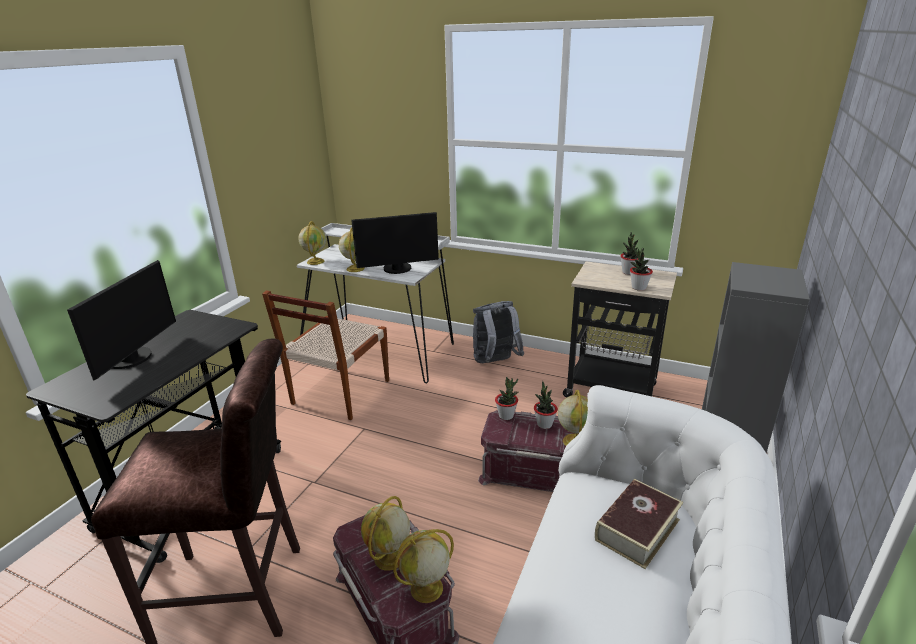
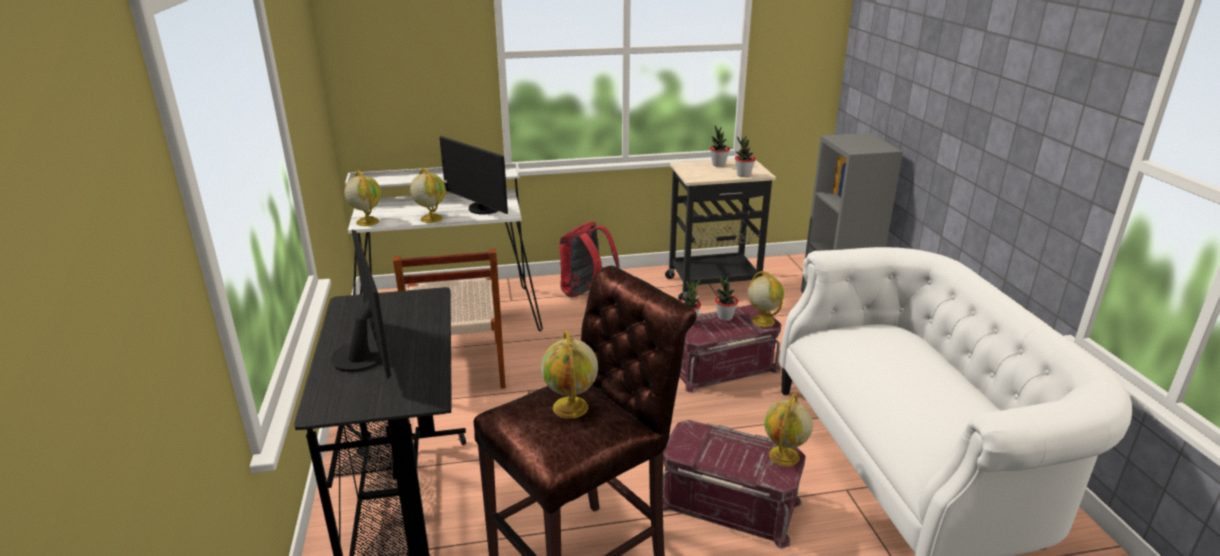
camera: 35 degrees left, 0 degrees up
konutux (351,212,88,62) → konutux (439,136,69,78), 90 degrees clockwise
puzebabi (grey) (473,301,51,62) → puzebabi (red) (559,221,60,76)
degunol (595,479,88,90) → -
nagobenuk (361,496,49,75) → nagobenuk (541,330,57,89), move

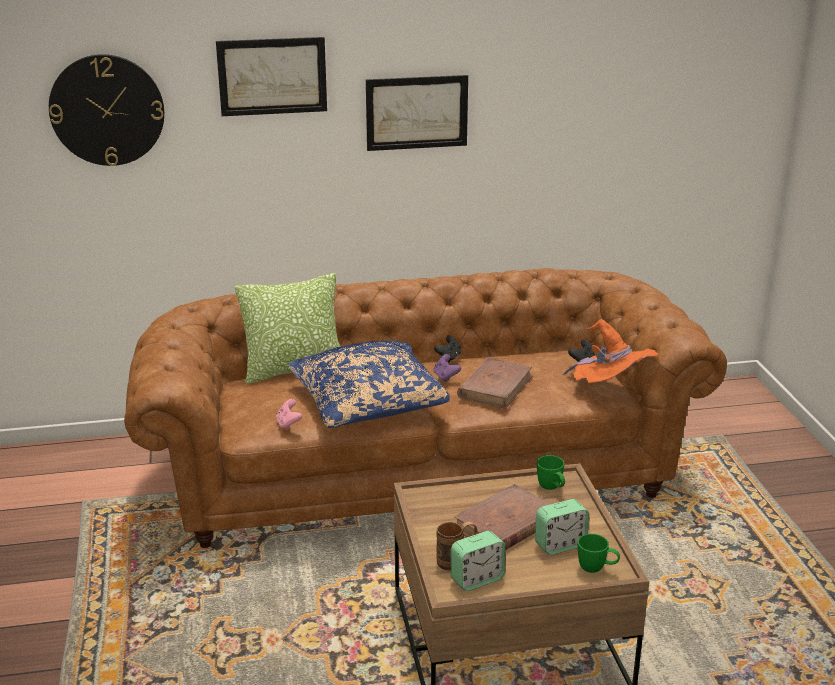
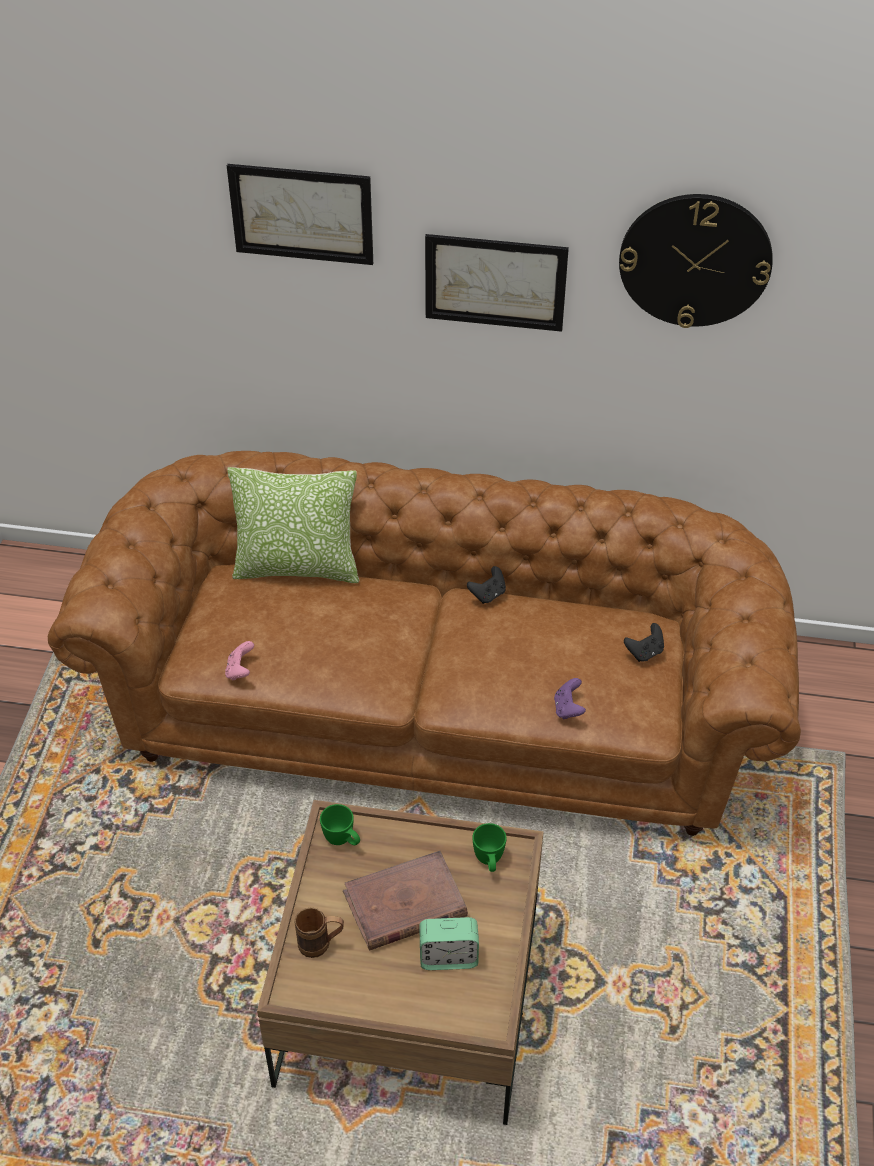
camera: 20 degrees right, 20 degrees up
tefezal (49,54,115,112) → tefezal (619,194,154,134), move
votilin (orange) (562,319,97,64) → -
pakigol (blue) (288,341,162,87) → -
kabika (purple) (433,354,28,28) → kabika (purple) (554,678,32,42), move
degunol (brown) (457,358,76,51) → -
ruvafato (451,531,55,60) → -
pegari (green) (578,534,42,39) → pegari (green) (320,804,40,41), move

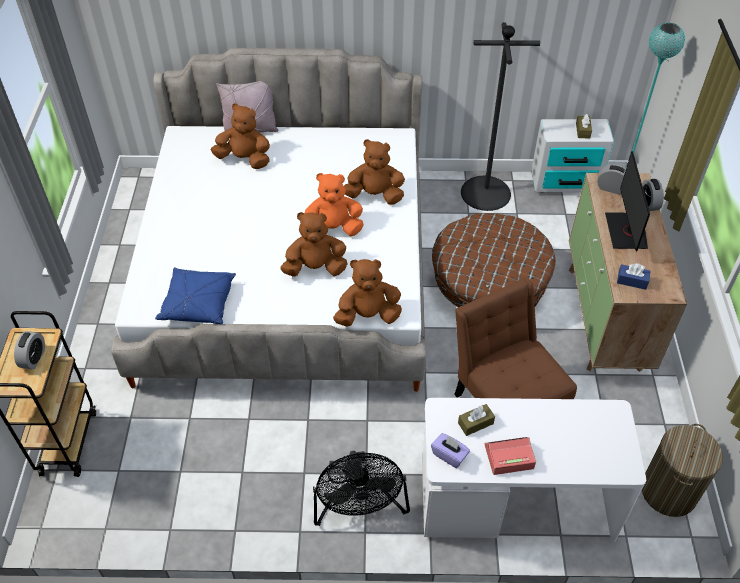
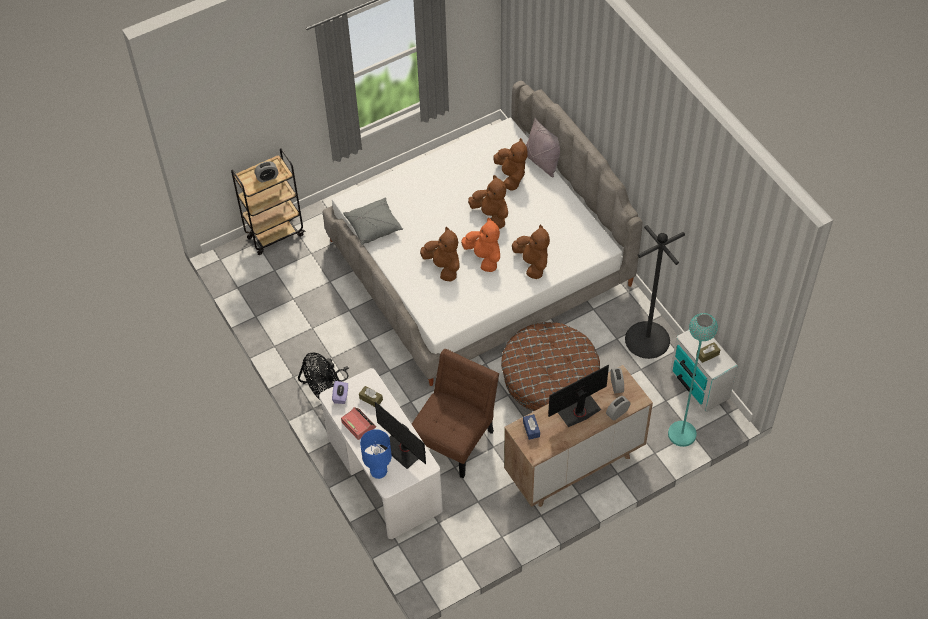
camera: 60 degrees right, 5 degrees up
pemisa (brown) (333,259,69,68) → pemisa (brown) (468,175,40,54), move
pakigol (blue) (155,267,81,57) → pakigol (grey) (343,197,60,48)
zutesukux (642,424,81,93) → -
- → konutux (375,402,51,67)
- → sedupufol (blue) (360,429,32,50)

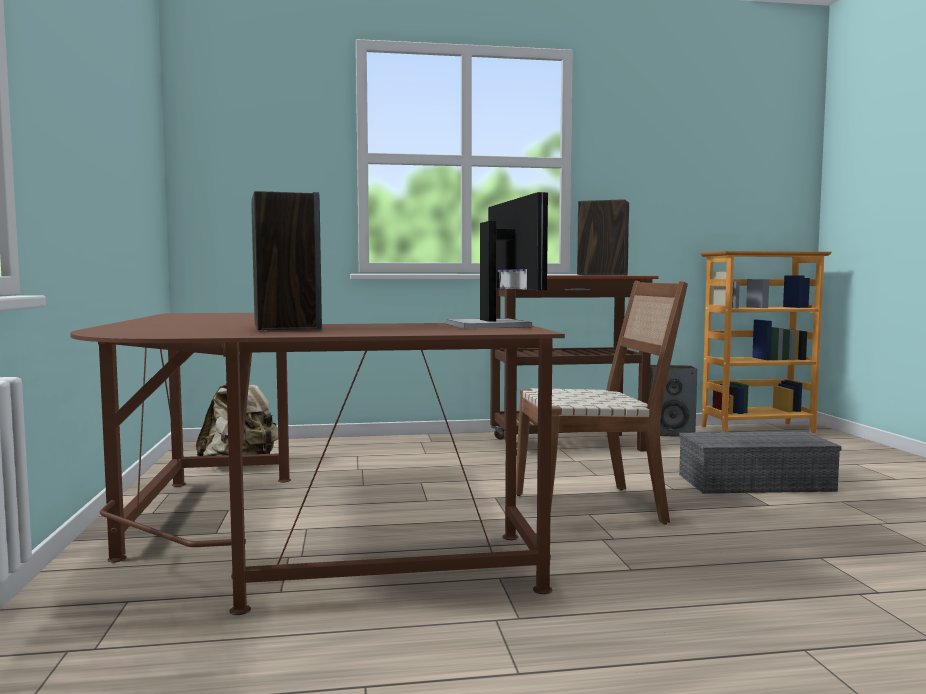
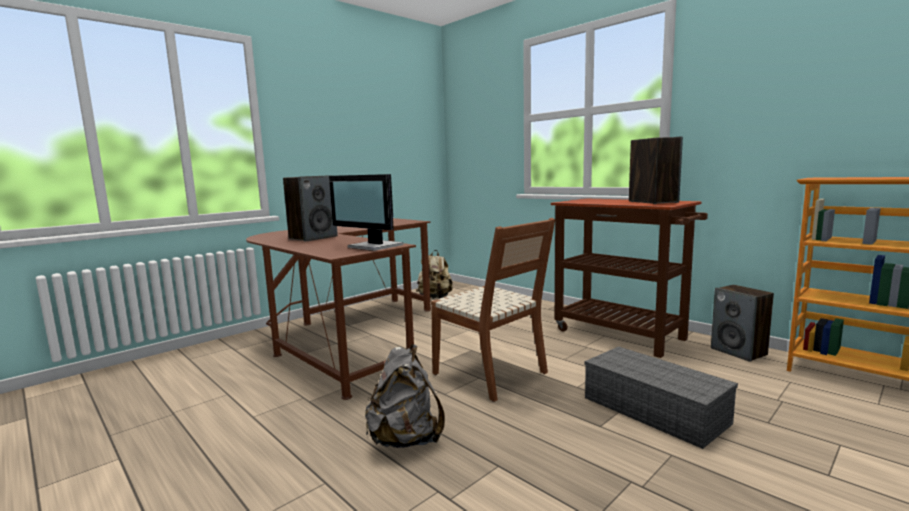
camera: 55 degrees right, 5 degrees up
konutux (446,192,102,136) → konutux (329,174,74,77), 90 degrees clockwise
- → puzebabi (grey) (365,344,80,104)

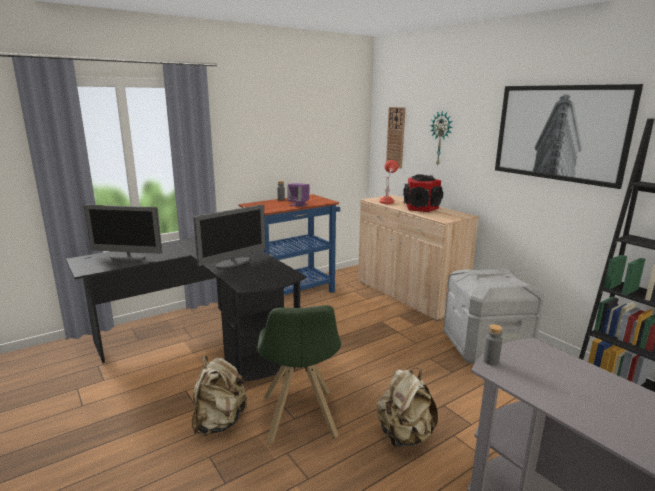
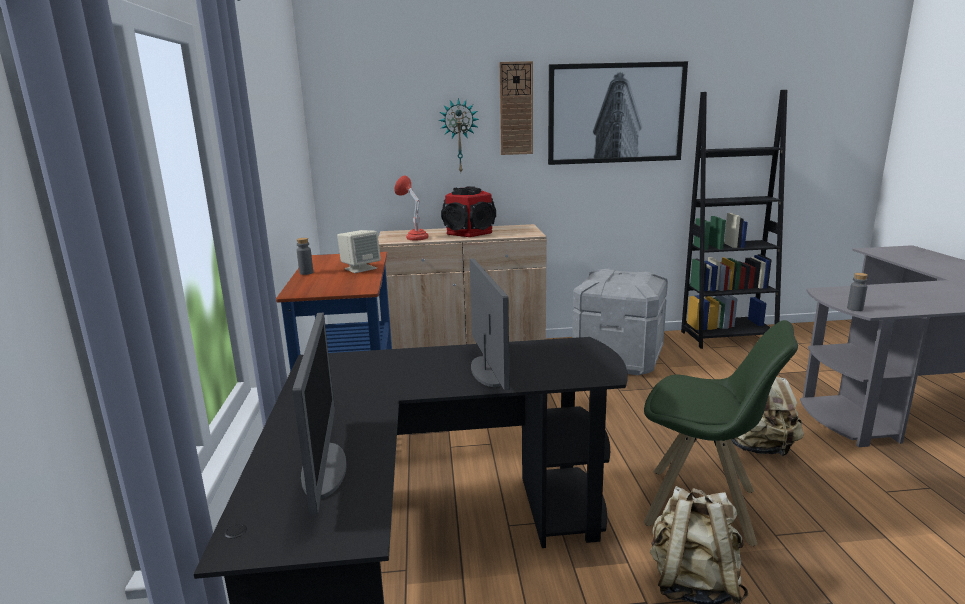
camera: 60 degrees left, 0 degrees up
tefezal (386,107,19,62) → tefezal (499,61,34,94), move
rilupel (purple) (287,183,23,24) → rilupel (beige) (337,230,44,43)
konutux (84,205,78,56) → konutux (293,313,54,202), 45 degrees counterclockwise

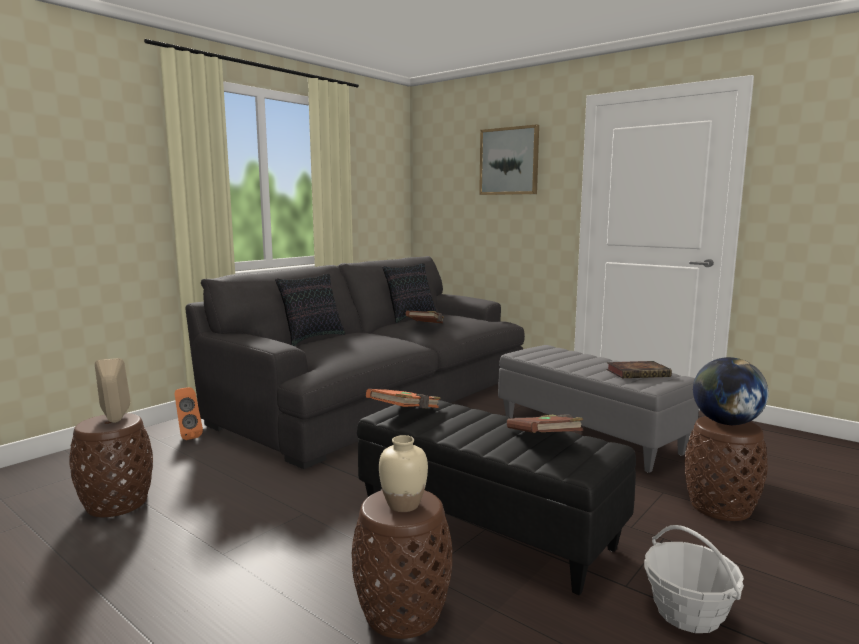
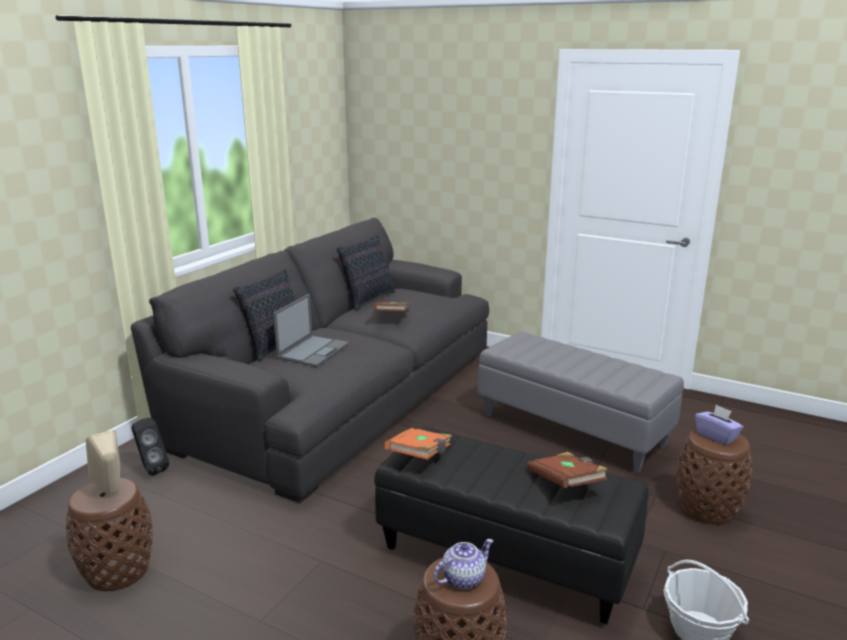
camera: 10 degrees left, 10 degrees up
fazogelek (479,124,60,71) → -
nagobenuk (693,357,76,68) → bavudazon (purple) (695,405,48,40)
degunol (606,361,66,17) → -
rilupel (orange) (175,387,28,53) → rilupel (black) (131,417,38,59)
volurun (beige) (379,435,49,77) → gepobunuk (434,539,59,50)
- → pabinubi (273,294,76,73)

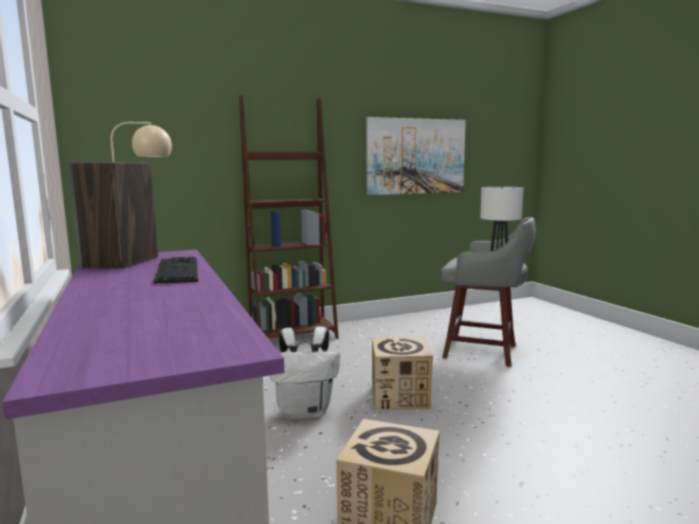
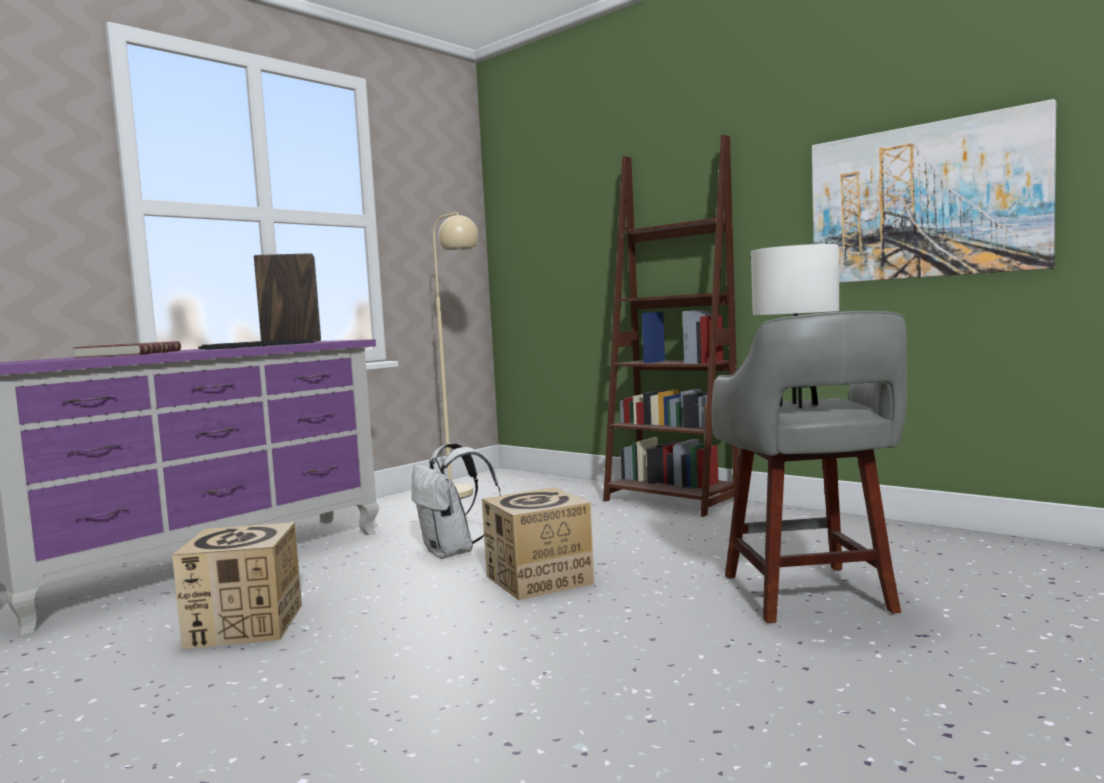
camera: 65 degrees right, 5 degrees down
- → degunol (red) (73,341,108,17)

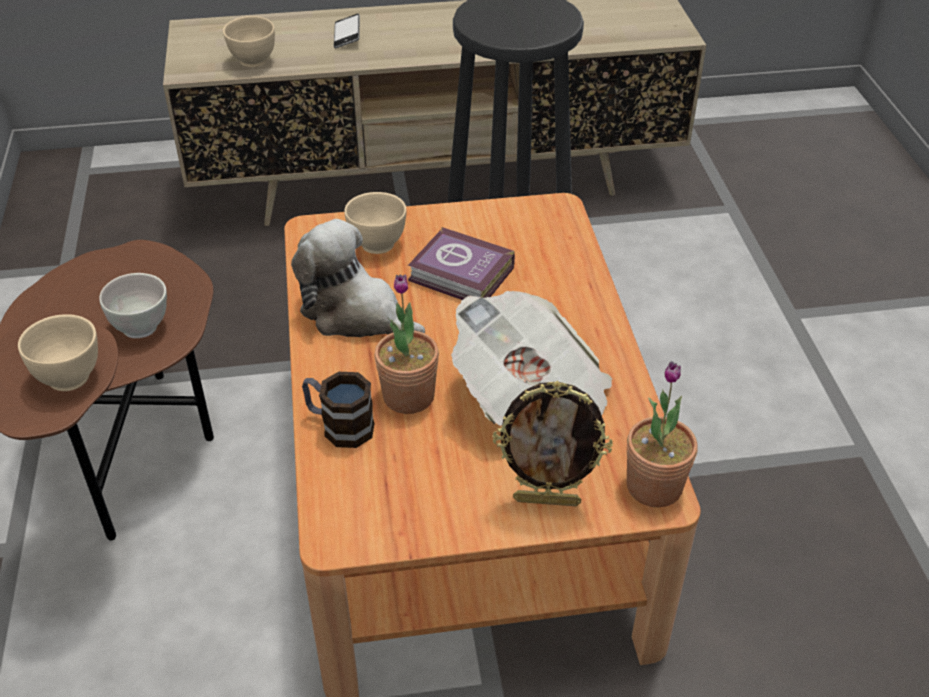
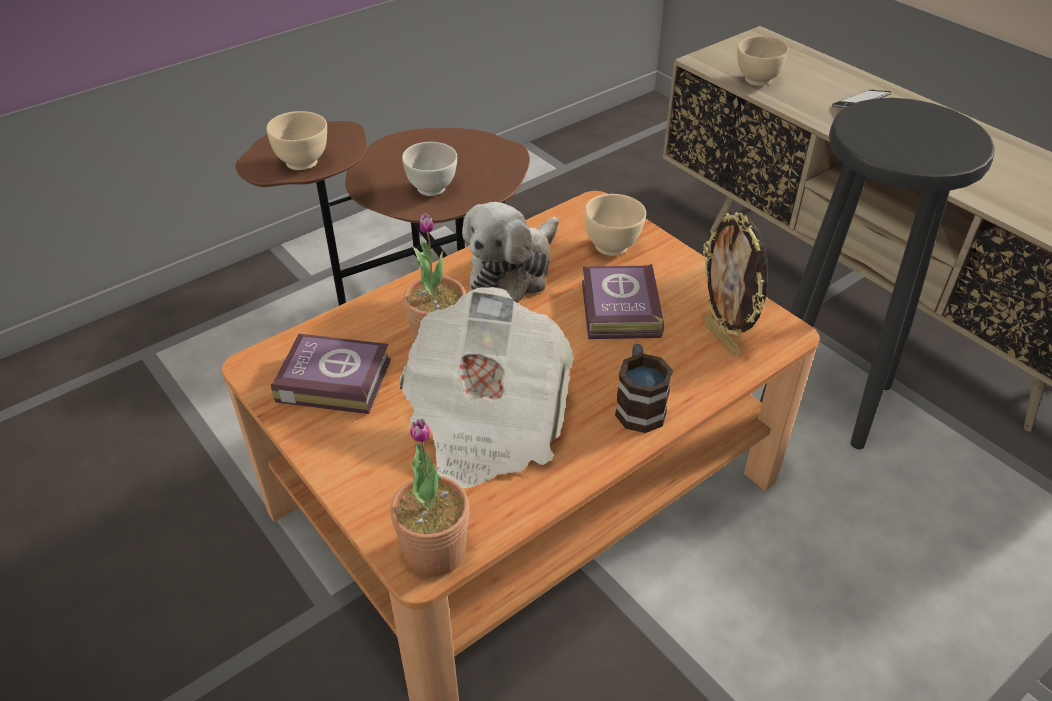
camera: 60 degrees right, 0 degrees up
pemisa (291,219,134,118) → pemisa (462,202,97,101), 150 degrees counterclockwise
pegari (302,372,72,76) → pegari (615,344,58,89), move
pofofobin (493,381,120,125) → pofofobin (703,212,65,144), move
- → degunol (271,334,120,80)

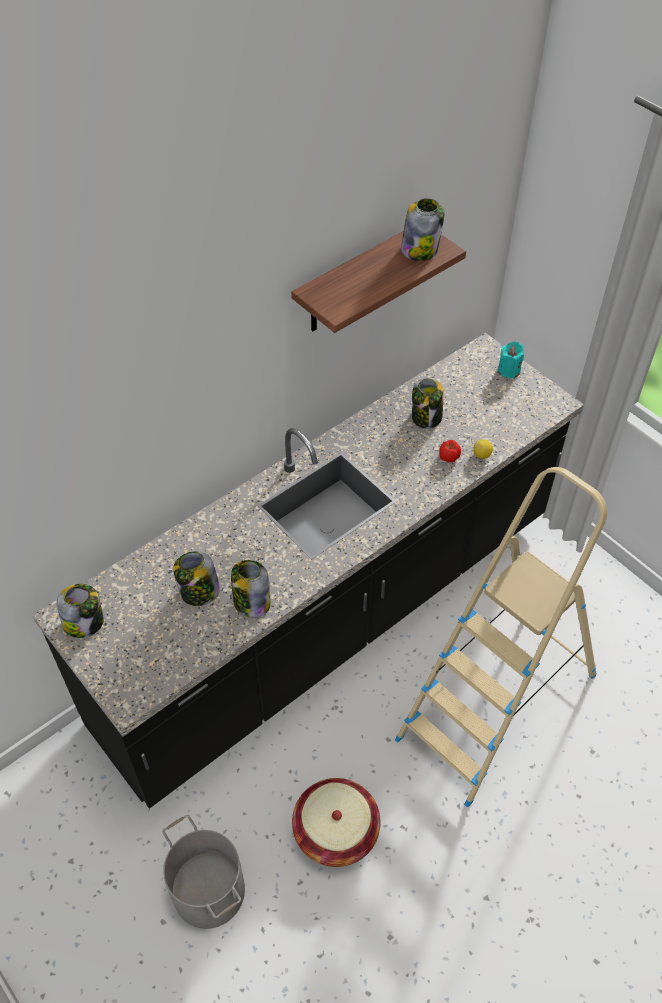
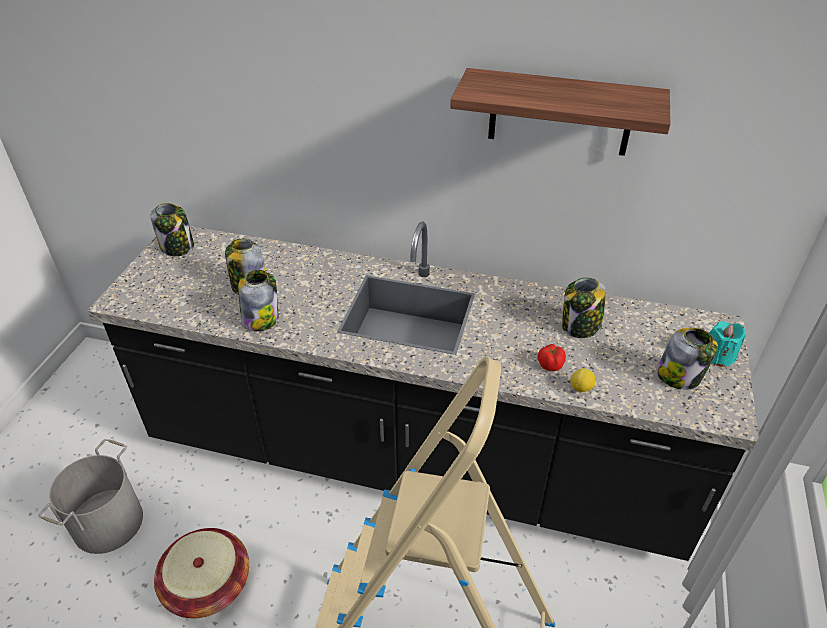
camera: 55 degrees right, 10 degrees down
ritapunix (401,198,44,63) → ritapunix (657,328,61,62), move

